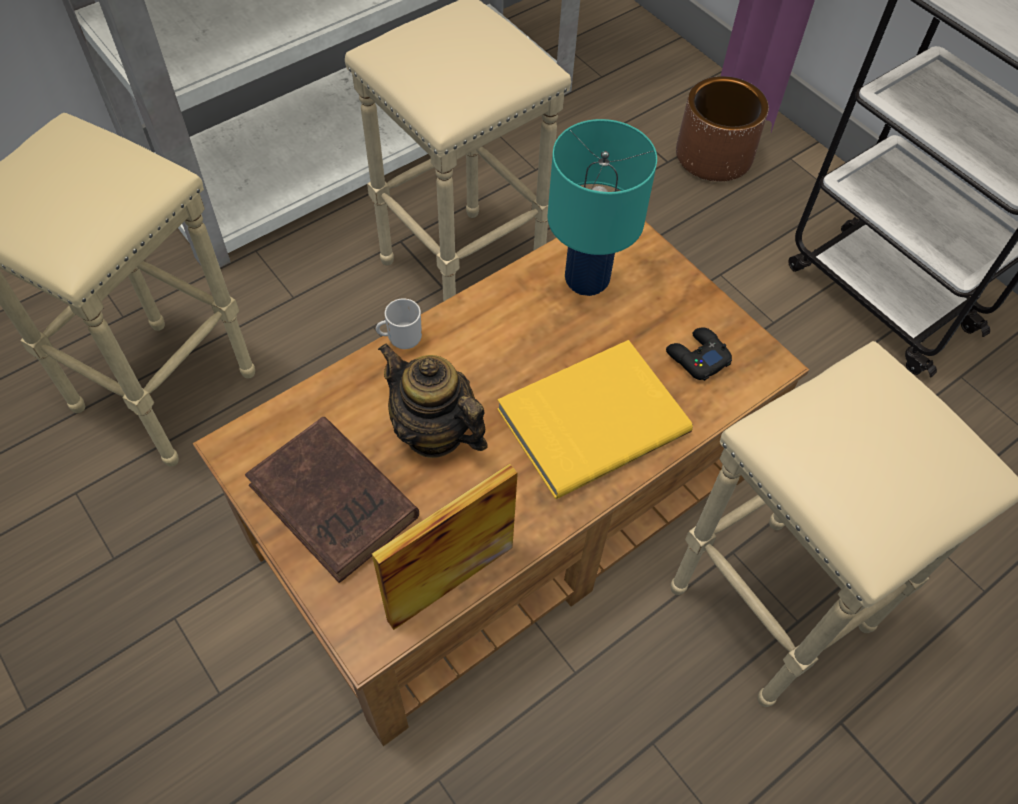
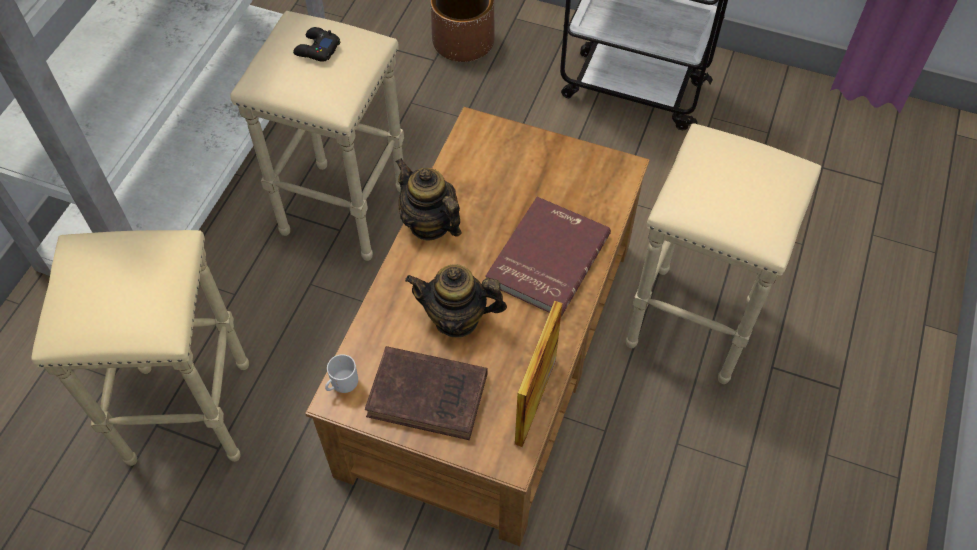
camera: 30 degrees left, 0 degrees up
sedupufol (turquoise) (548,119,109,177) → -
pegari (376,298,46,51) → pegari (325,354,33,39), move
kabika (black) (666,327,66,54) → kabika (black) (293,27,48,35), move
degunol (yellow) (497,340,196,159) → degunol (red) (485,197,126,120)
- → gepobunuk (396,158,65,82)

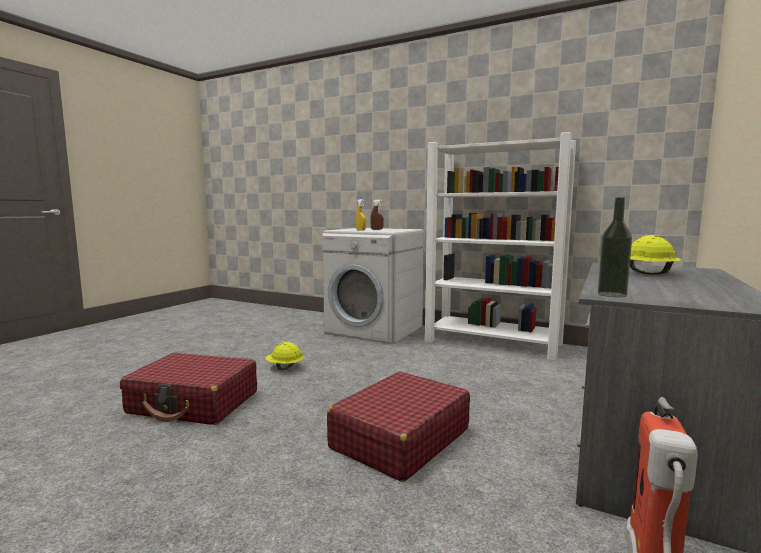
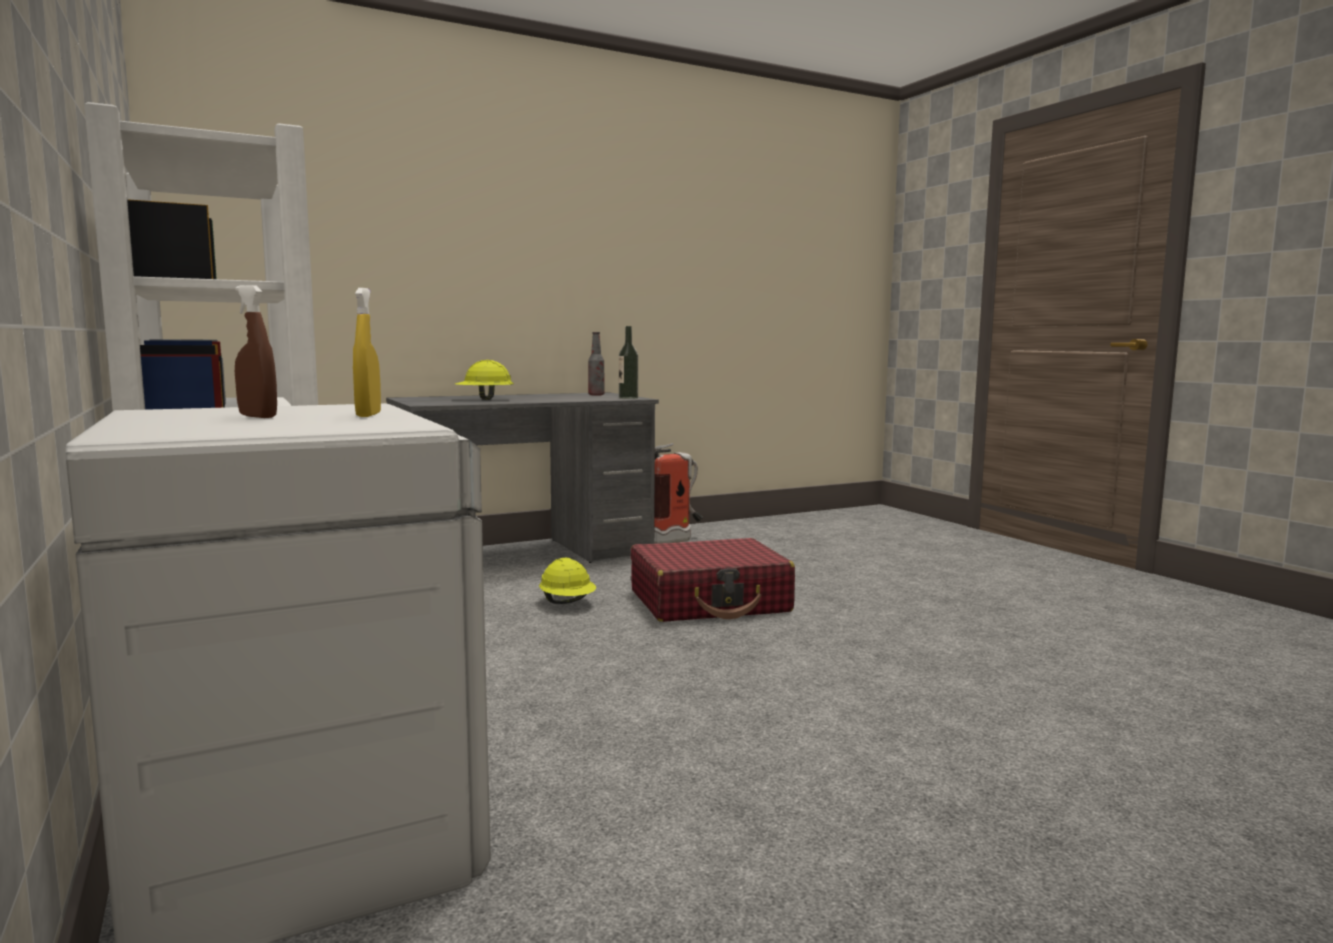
camera: 145 degrees left, 0 degrees up
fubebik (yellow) (266,342,38,28) → fubebik (yellow) (539,558,57,46), move
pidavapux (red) (120,352,137,73) → -
- → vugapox (588,332,17,64)

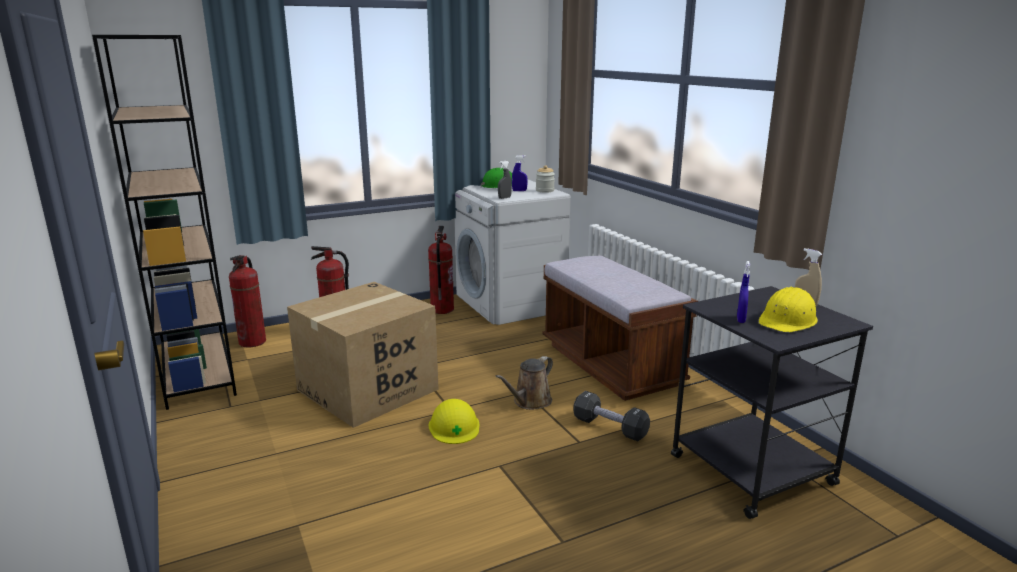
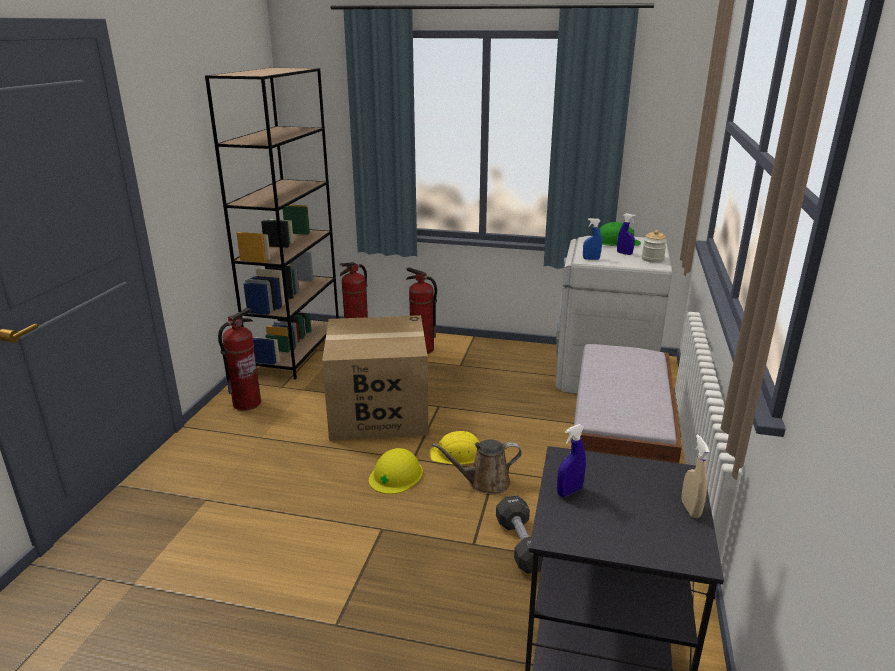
camera: 40 degrees right, 5 degrees up
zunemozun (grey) (498,161,14,38) → zunemozun (blue) (583,218,19,42)
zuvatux (428,226,26,88) → zuvatux (218,308,43,103), move
fubebik (yellow) (758,286,60,47) → fubebik (yellow) (430,431,50,34), move

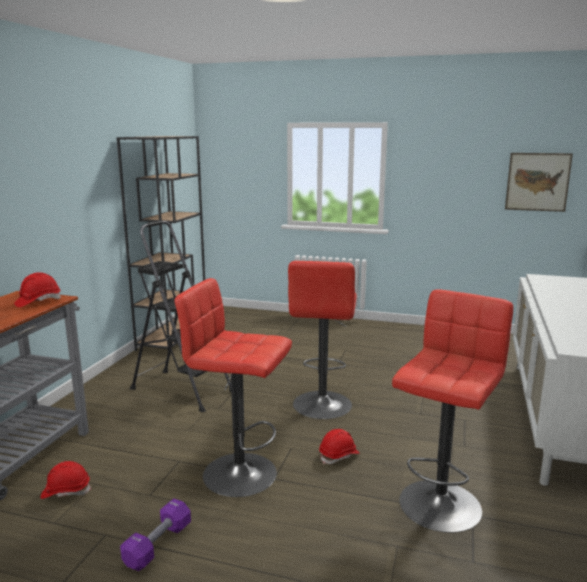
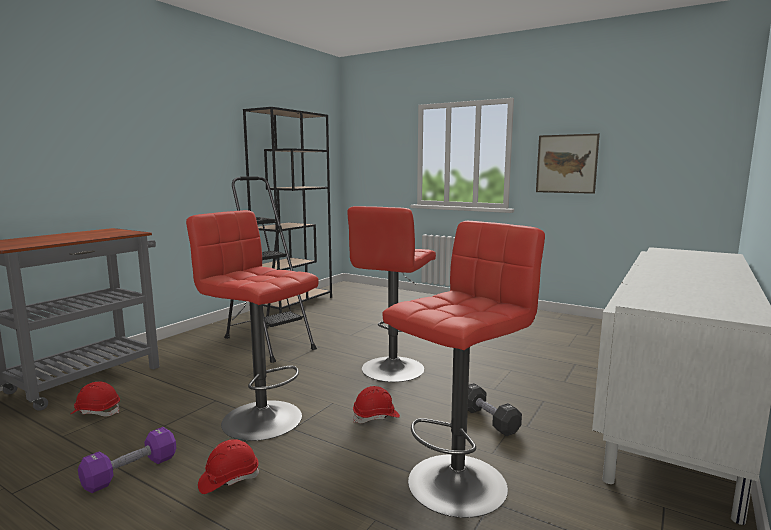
camera: 15 degrees right, 5 degrees down
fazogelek (505,153,68,59) → fazogelek (536,134,64,60), move
fubebik (red) (14,272,47,35) → fubebik (red) (198,439,61,55), move
- → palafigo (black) (468,383,54,53)

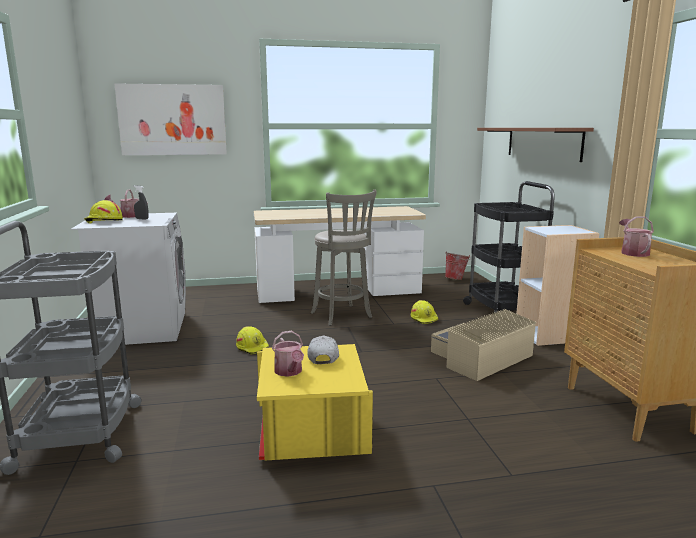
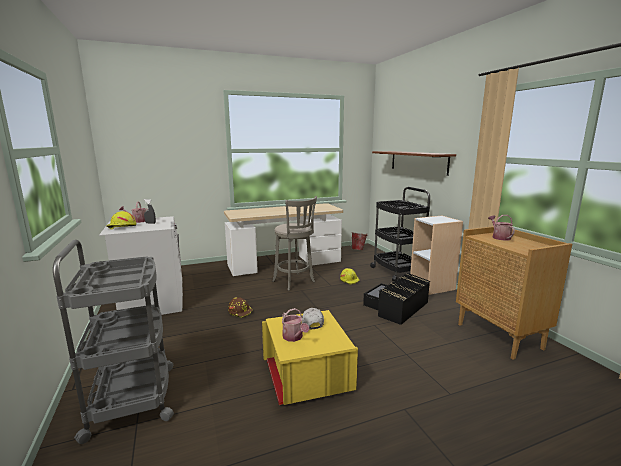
camera: 10 degrees left, 0 degrees up
fazogelek (114,83,113,72) → -
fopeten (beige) (431,309,105,72) → fopeten (black) (363,273,67,52)
fubebik (yellow) (236,326,33,29) → fubebik (brown) (228,297,25,21)

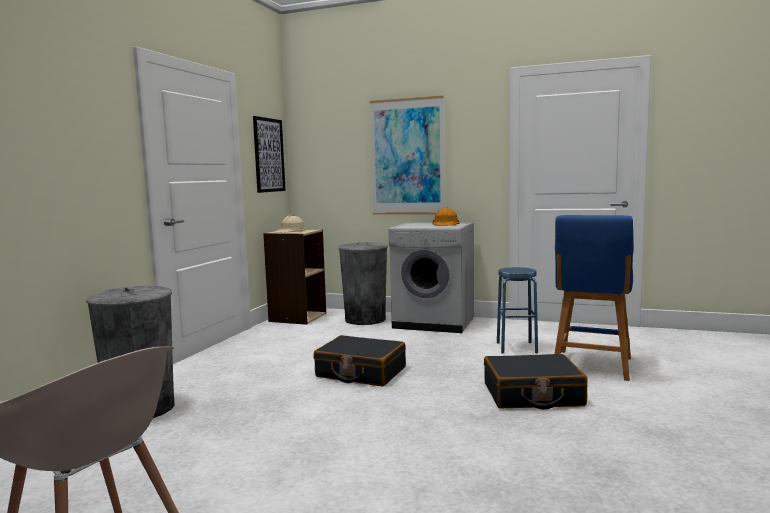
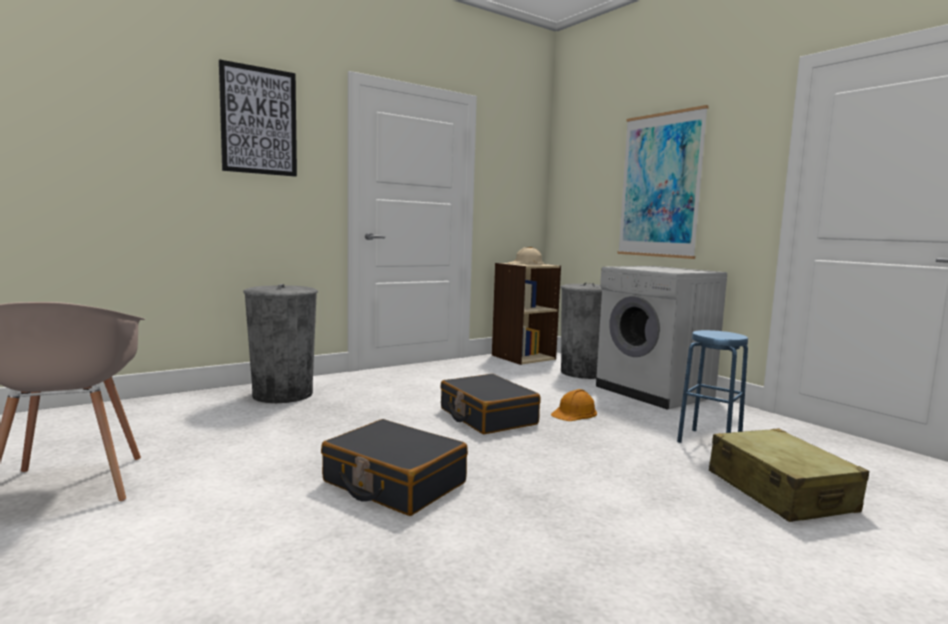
camera: 35 degrees right, 0 degrees up
fazogelek (253,116,33,77) → fazogelek (219,59,78,118), move
fubebik (orange) (432,207,28,19) → fubebik (orange) (551,389,46,32), move
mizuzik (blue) (554,215,79,166) → pidavapux (beige) (709,428,160,94)
pidavapux (black) (484,354,103,56) → pidavapux (black) (321,419,147,97), move

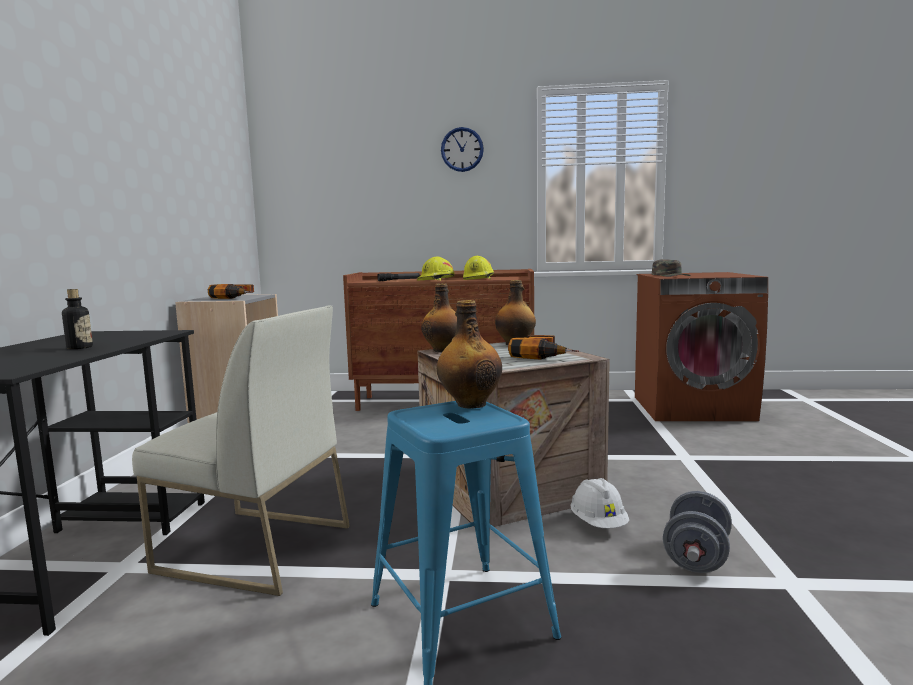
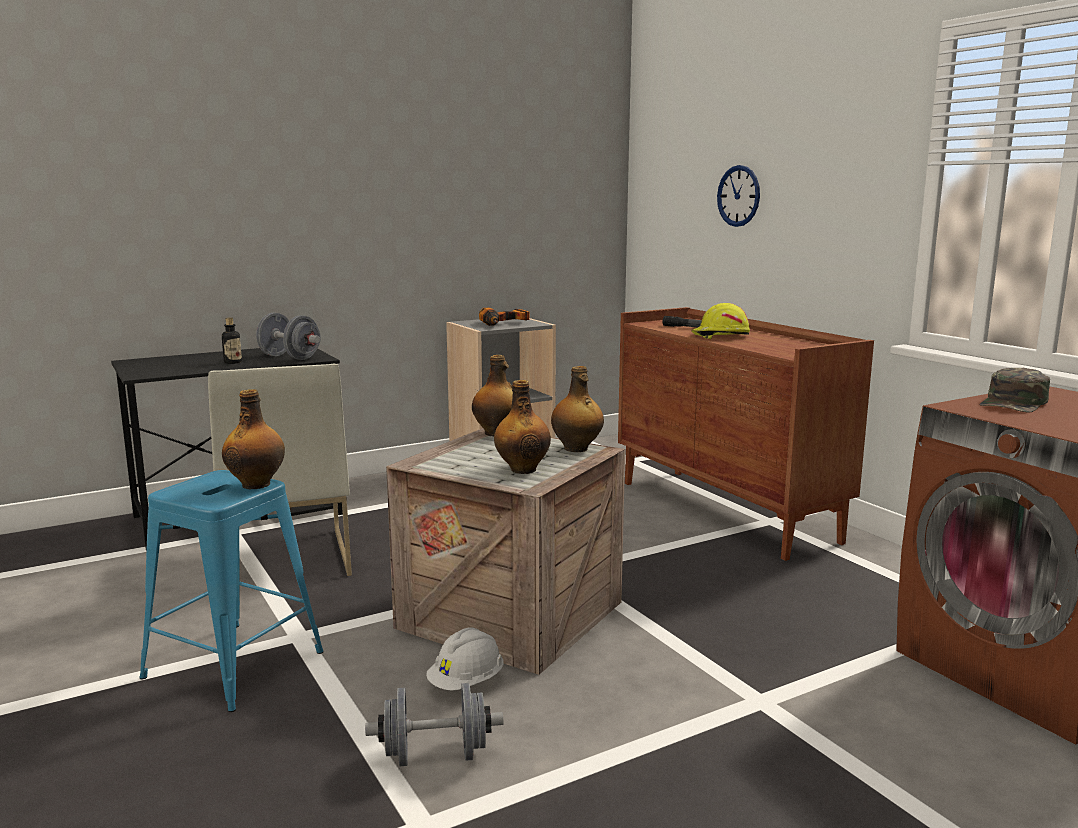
camera: 55 degrees right, 5 degrees up
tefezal (441,127,43,45) → tefezal (717,165,43,62), move
fubebik (yellow) (463,256,31,24) → -
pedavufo (508,335,71,25) → vugapox (494,380,57,94)
- → palafigo (grey) (256,313,65,47)

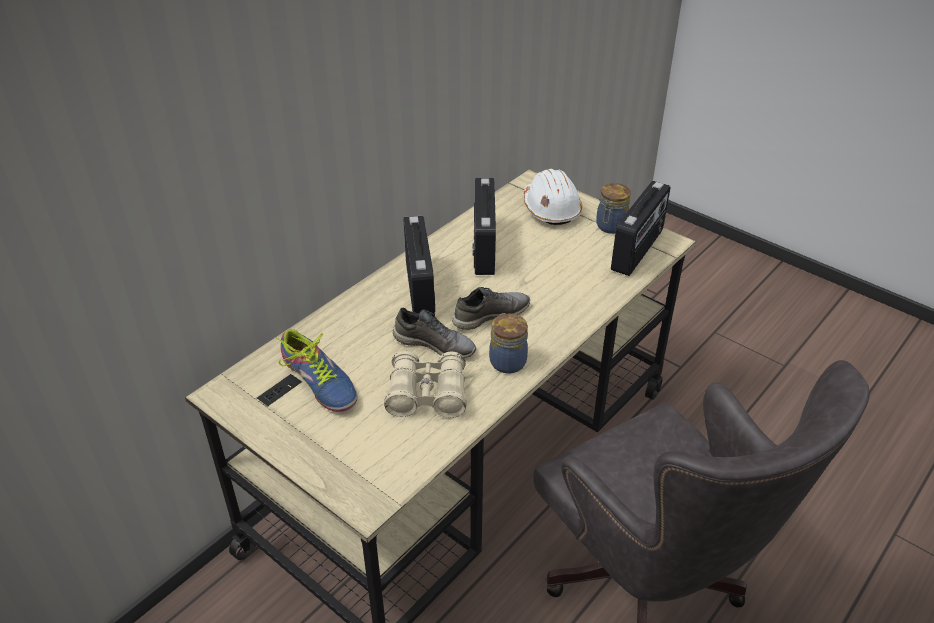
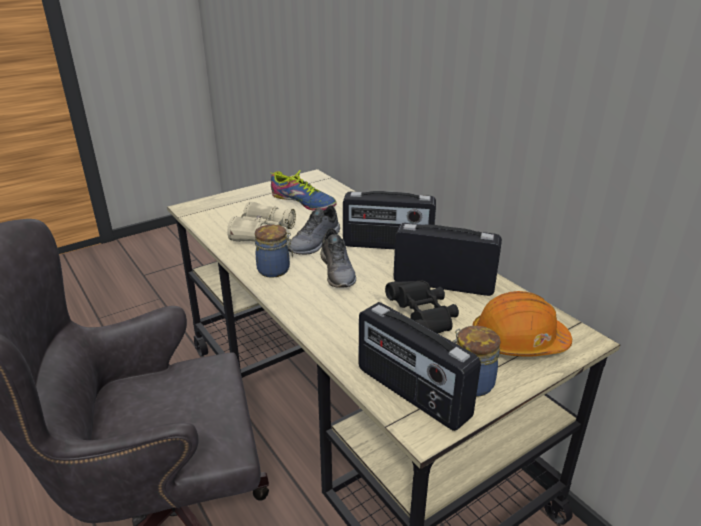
camera: 105 degrees right, 10 degrees down
fubebik (white) (523,169,59,56) → fubebik (orange) (472,291,100,66)
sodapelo (274,329,83,83) → sodapelo (271,170,66,41), 120 degrees counterclockwise
- → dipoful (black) (385,280,74,54)

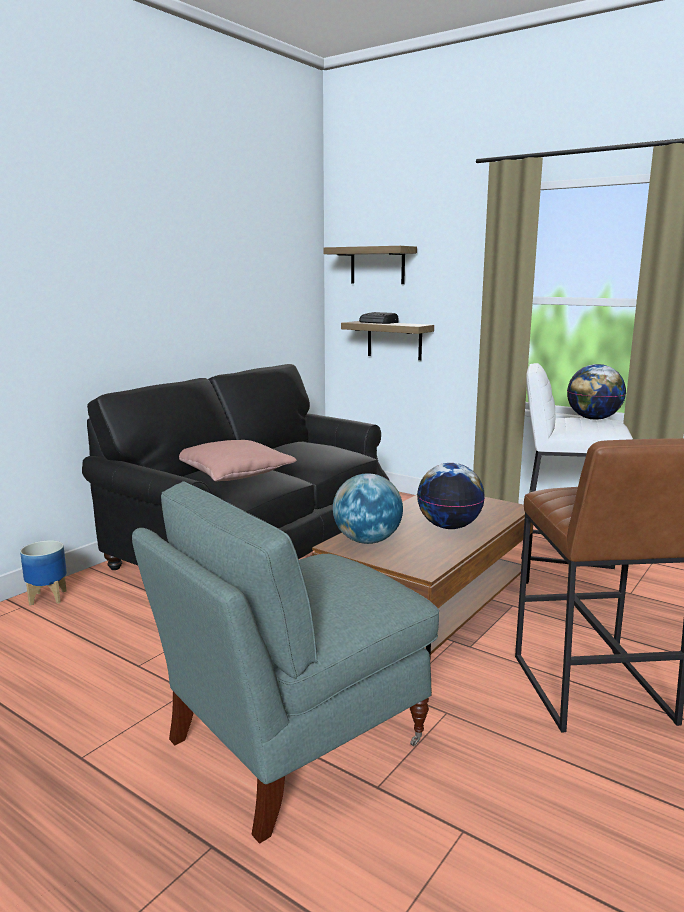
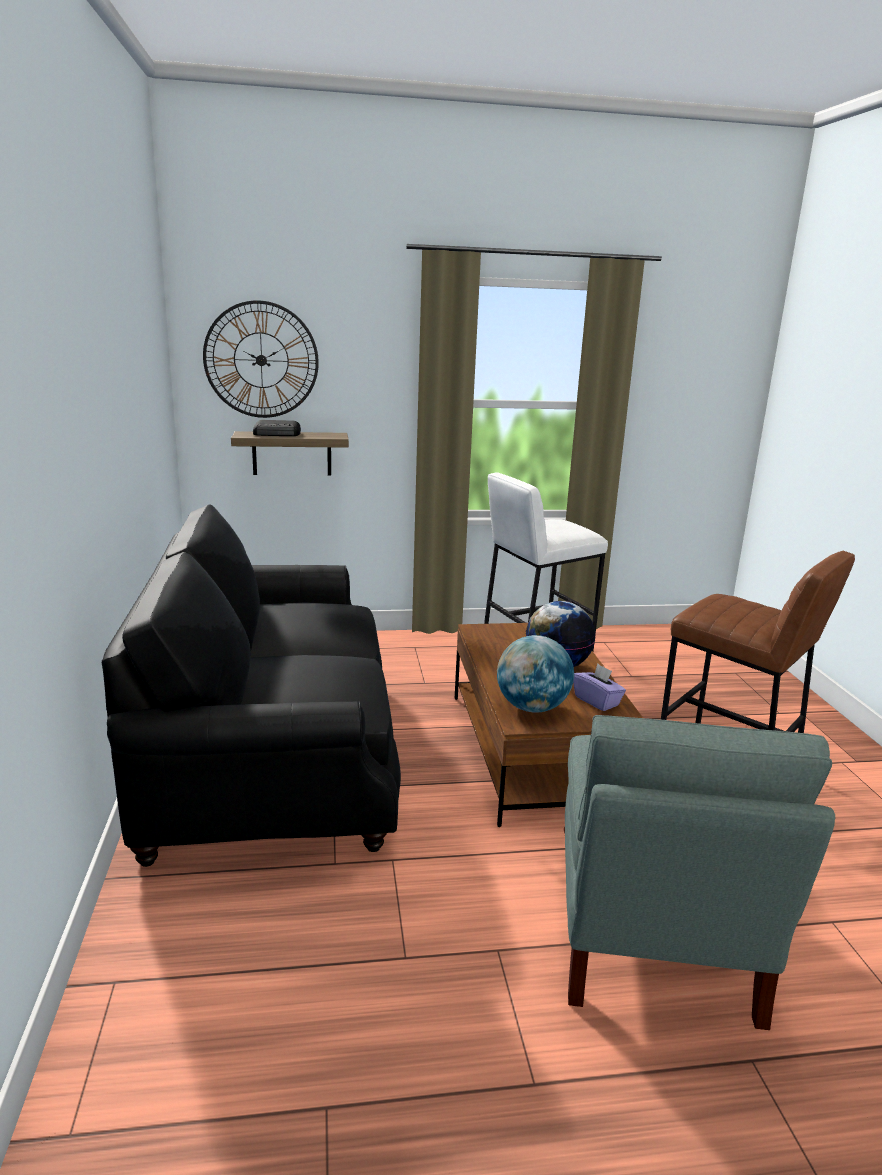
camera: 45 degrees left, 5 degrees up
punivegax (323,246,94,38) → tefezal (203,300,116,118)
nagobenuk (567,364,59,56) → -
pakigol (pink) (179,440,118,42) → -
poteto (20,540,47,66) → -
- → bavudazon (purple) (573,664,53,47)

